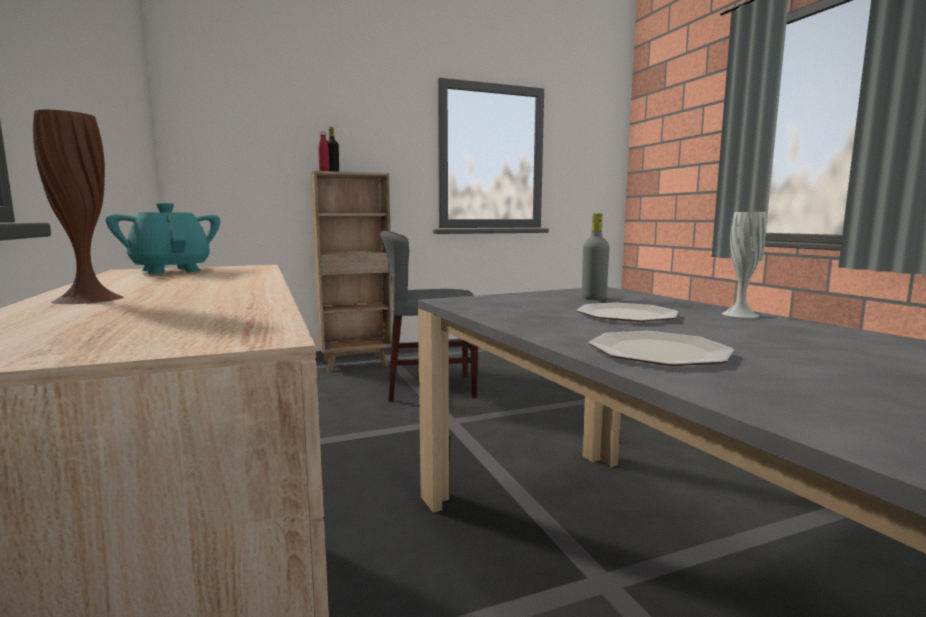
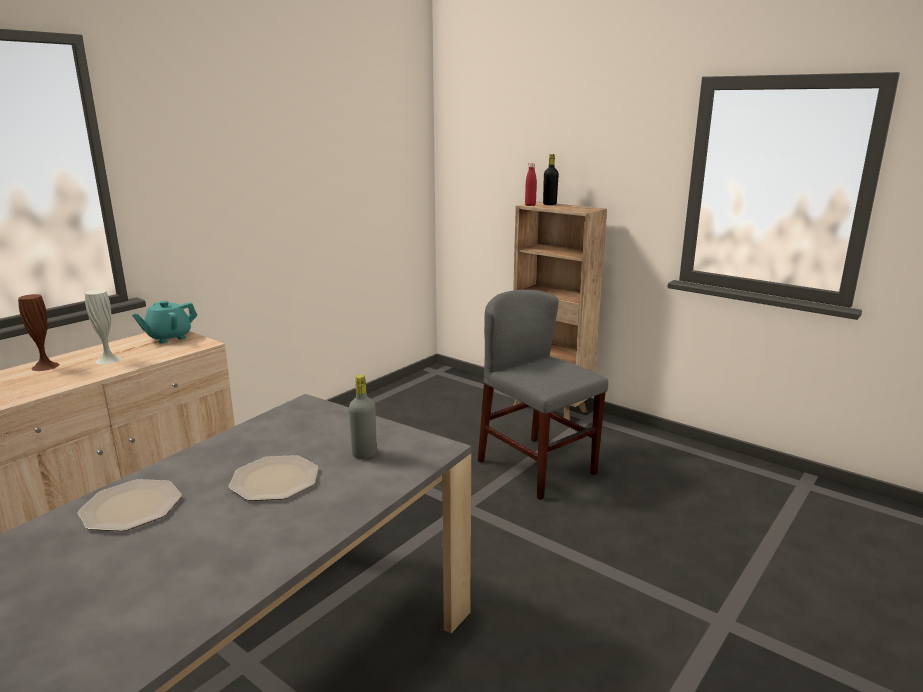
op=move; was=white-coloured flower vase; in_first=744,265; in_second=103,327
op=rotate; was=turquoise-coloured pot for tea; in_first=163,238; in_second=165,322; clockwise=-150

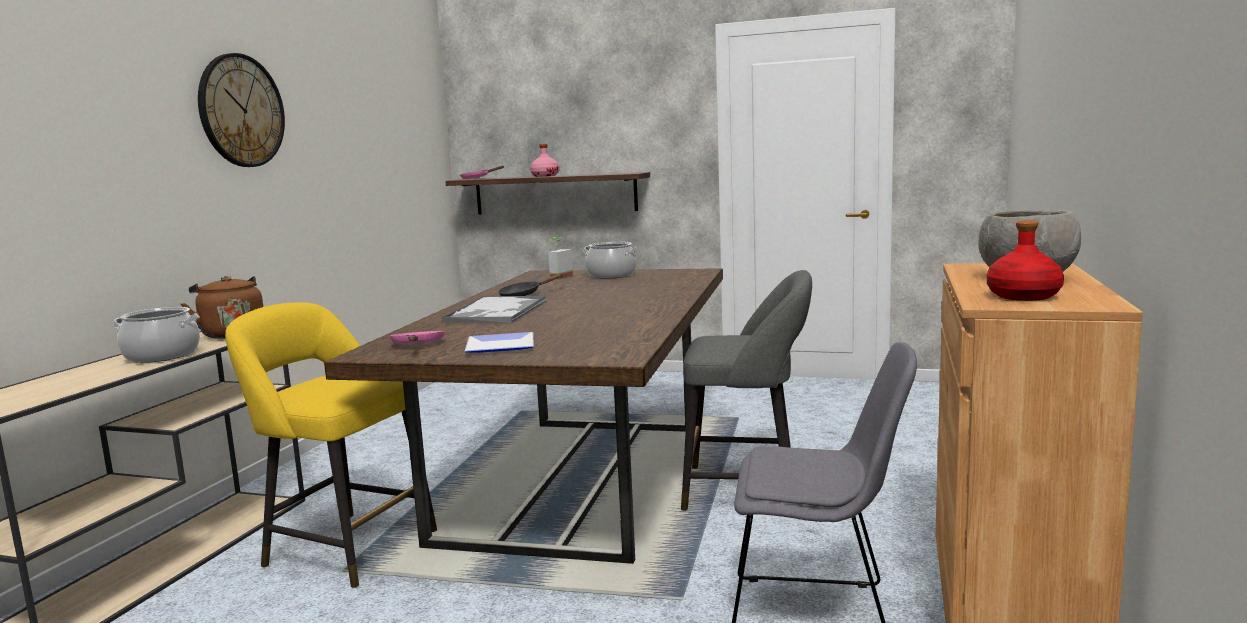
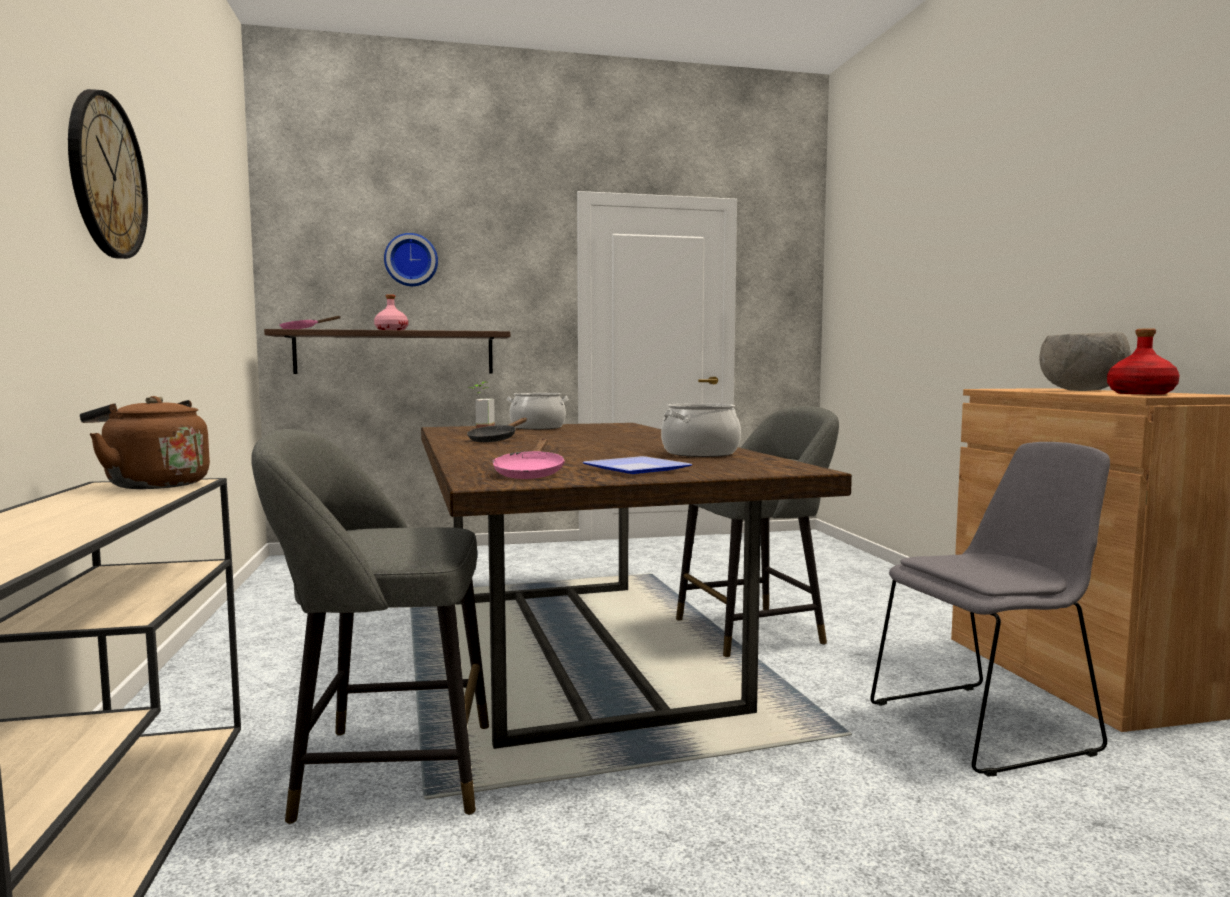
op=recolor; was=yellow-coloured sitting stool; now=grey sitting stool; in_first=331,445; in_second=370,626
op=insert; now=wall clock; in_second=411,259
op=rotate; was=pink frying pan; in_first=417,337; in_second=528,459; clockwise=-135
op=move; was=saucepot; in_first=156,335; in_second=701,430
op=delete; was=tray; in_first=494,309

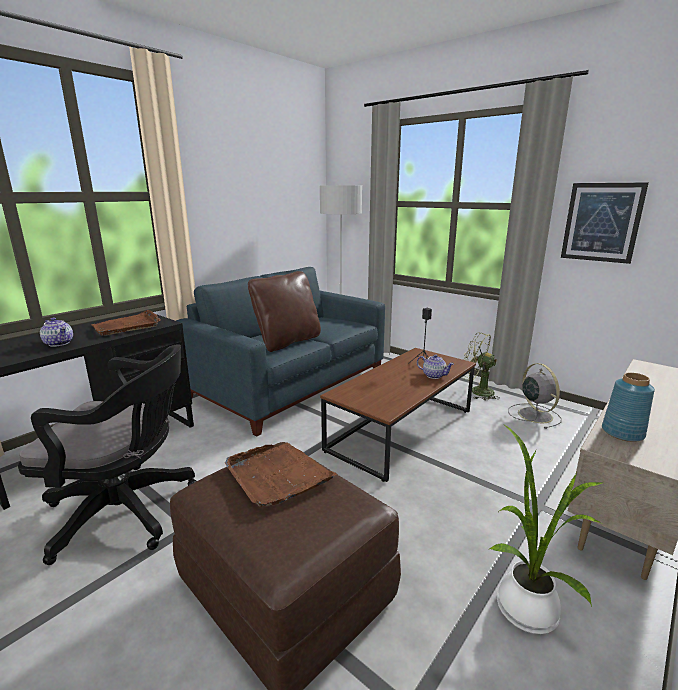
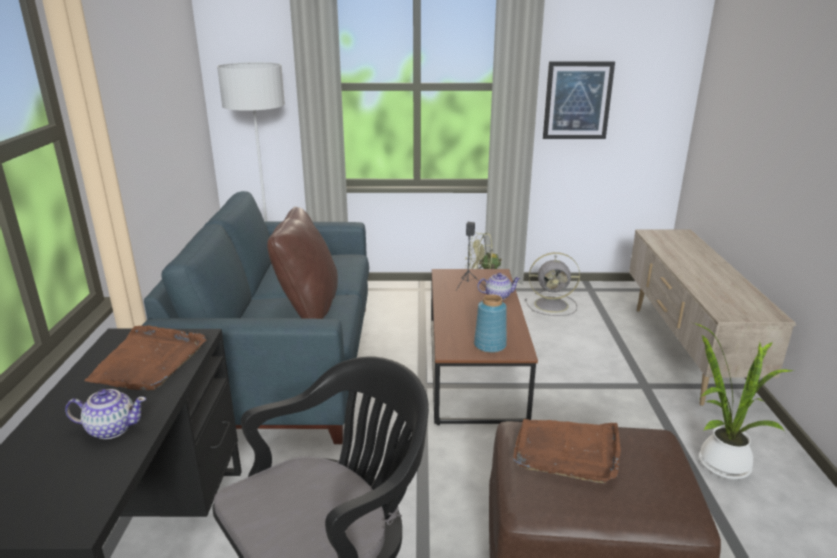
op=move; was=blue-coloured flower vase; in_first=628,407; in_second=490,323
op=rotate; was=grey cooling fan; in_first=535,396; in_second=552,284; clockwise=150

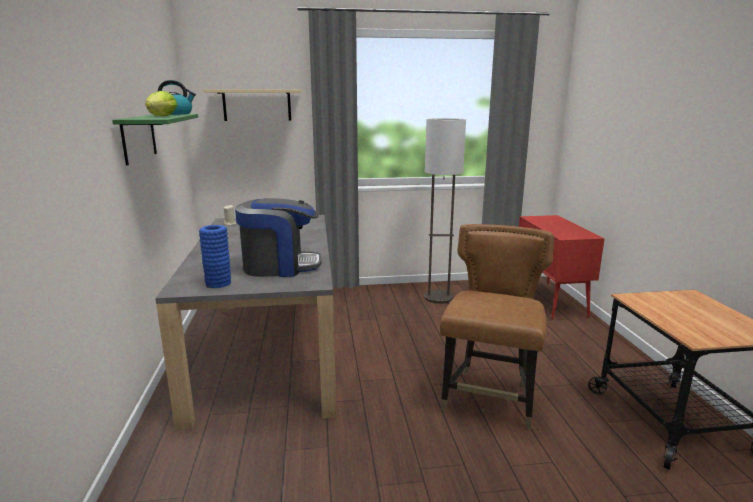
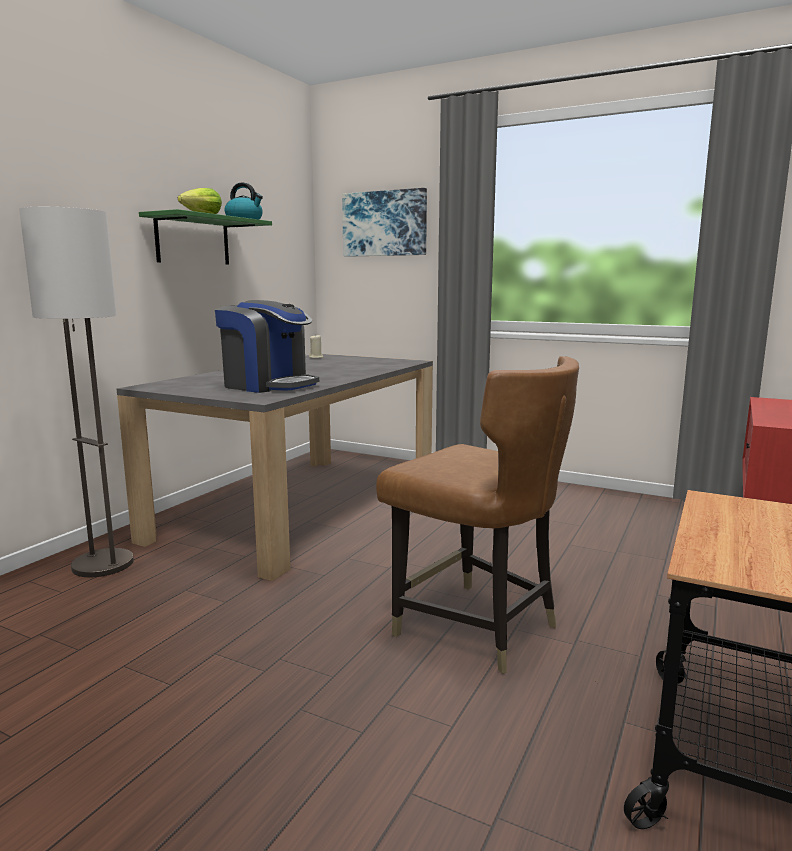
op=move; was=standing lamp; in_first=445,211; in_second=76,392
op=replace; was=beige-coloured shelf; now=wall art; in_first=252,105; in_second=384,222
op=rotate; was=brown plain chair; in_first=497,326; in_second=477,515; clockwise=75
op=delete; was=blue-coloured flower vase; in_first=215,256

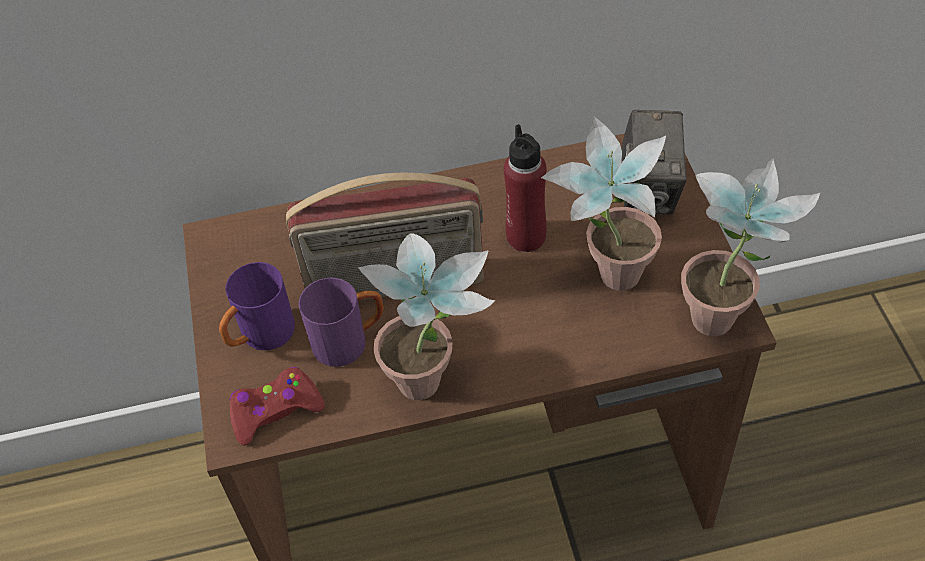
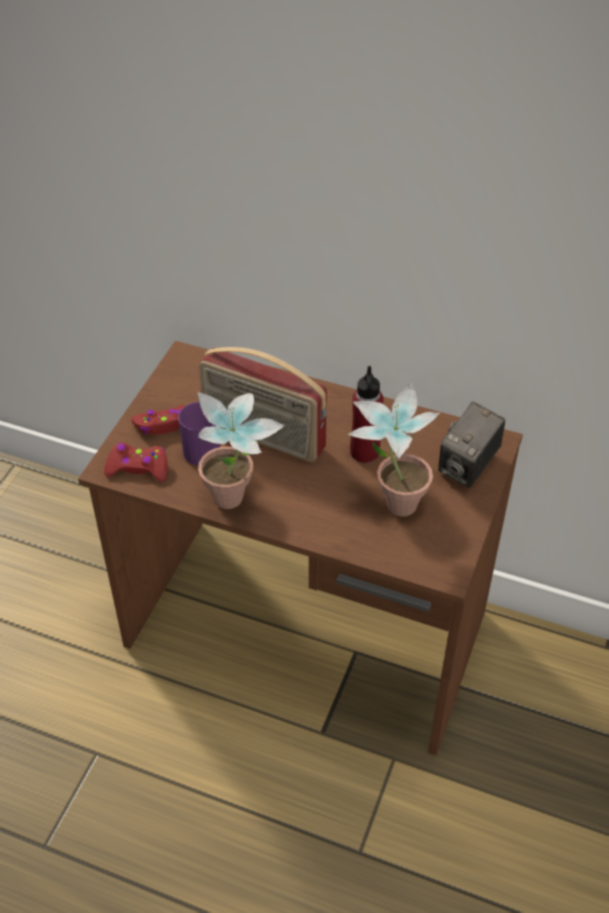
op=replace; was=purple-coloured tea mug; now=red-coloured joypad; in_first=257,306; in_second=158,420
op=delete; was=houseplant; in_first=750,247

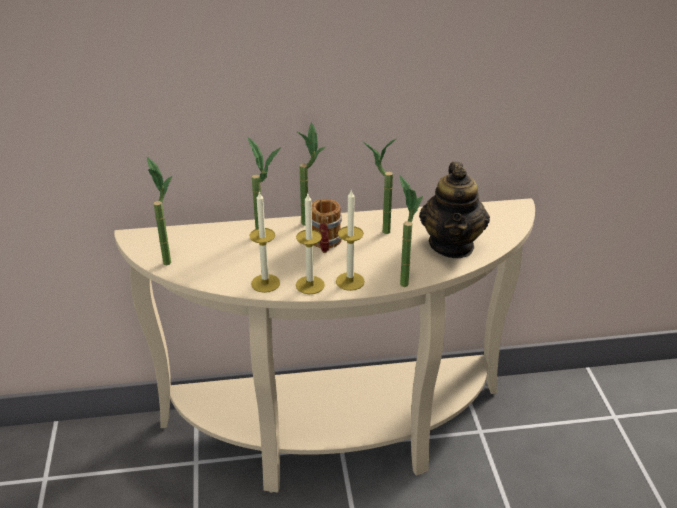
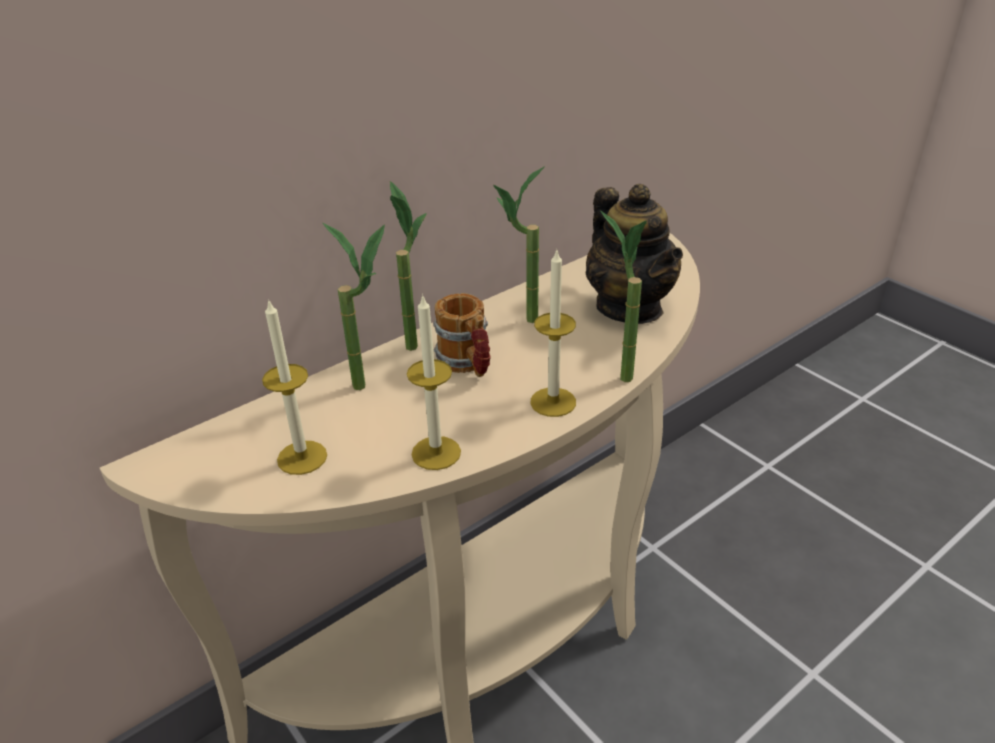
op=move; was=wax light; in_first=310,244; in_second=294,387
op=delete; was=houseplant; in_first=159,211

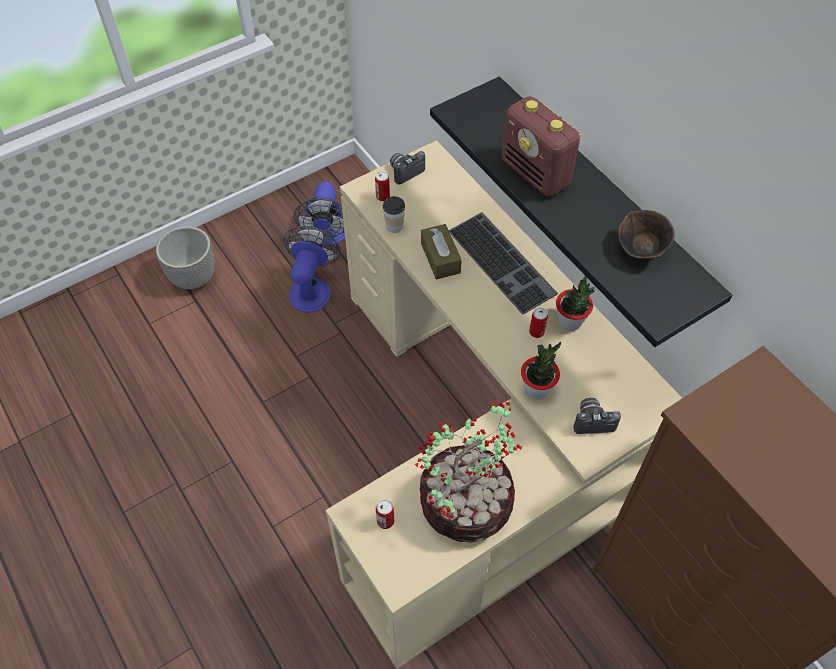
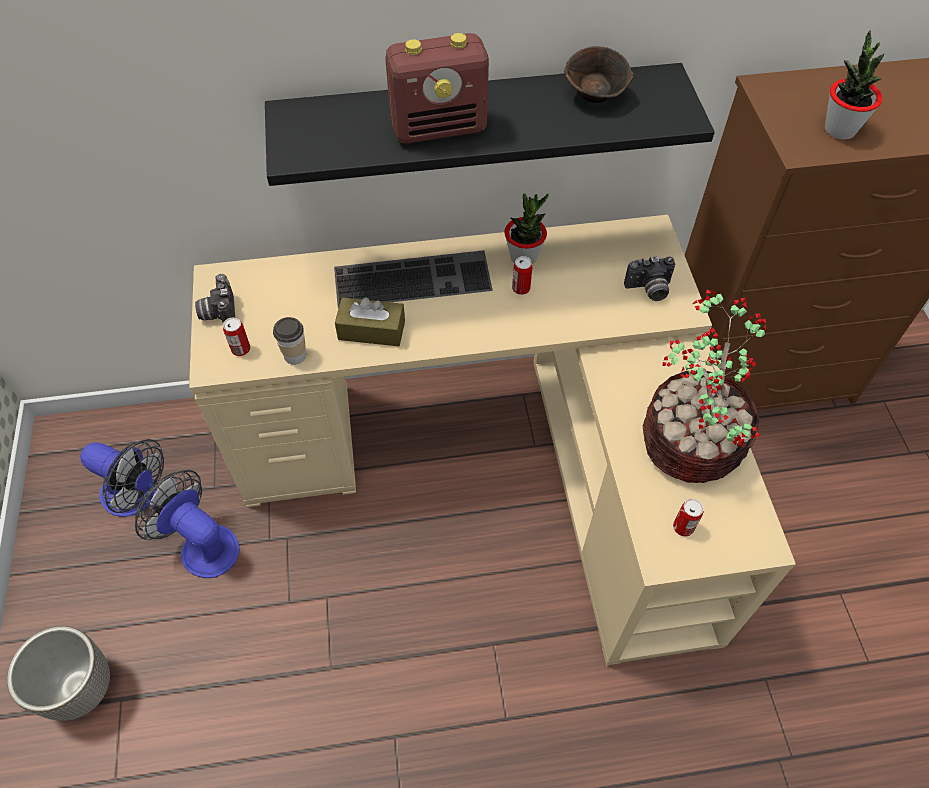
op=rotate; was=still camera; in_first=597,416; in_second=649,278; clockwise=-120
op=move; was=houseplant; in_first=541,371; in_second=854,85

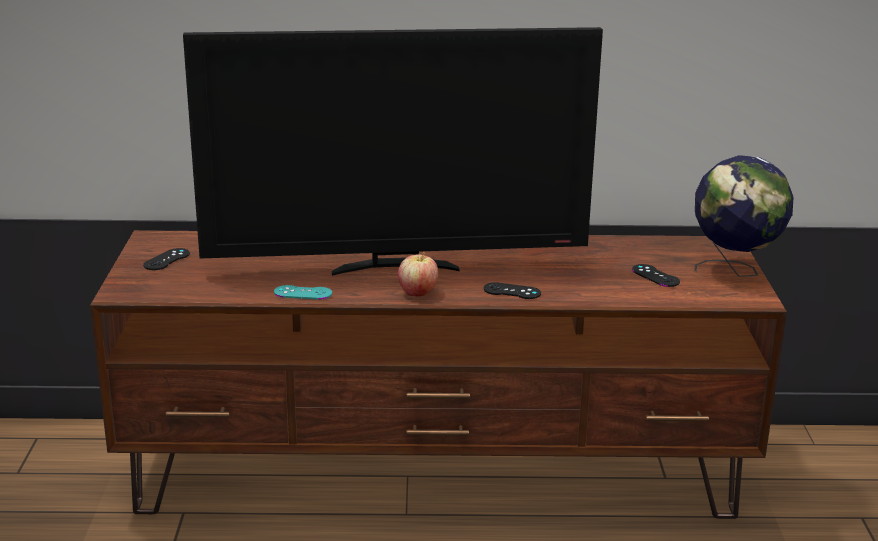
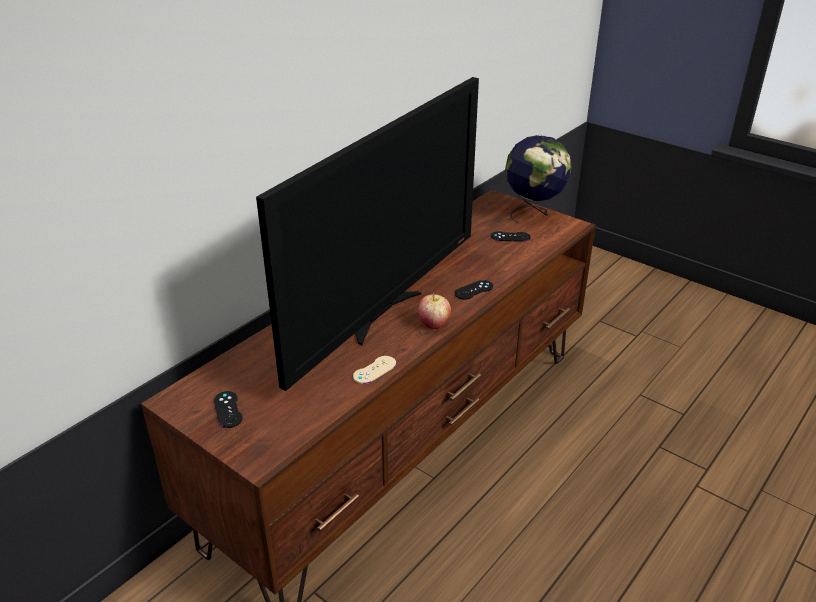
op=recolor; was=turquoise-coloured joypad; now=beige-coloured joypad; in_first=303,292; in_second=374,370

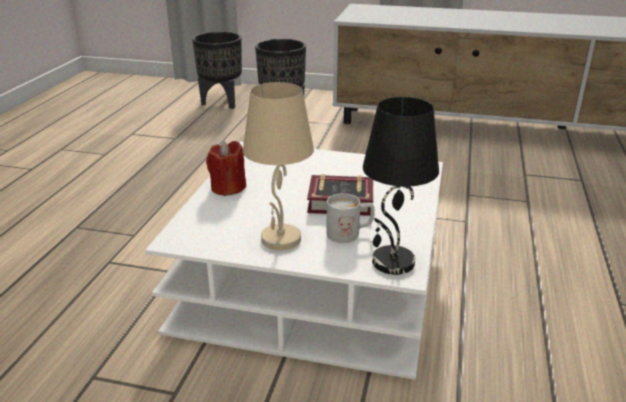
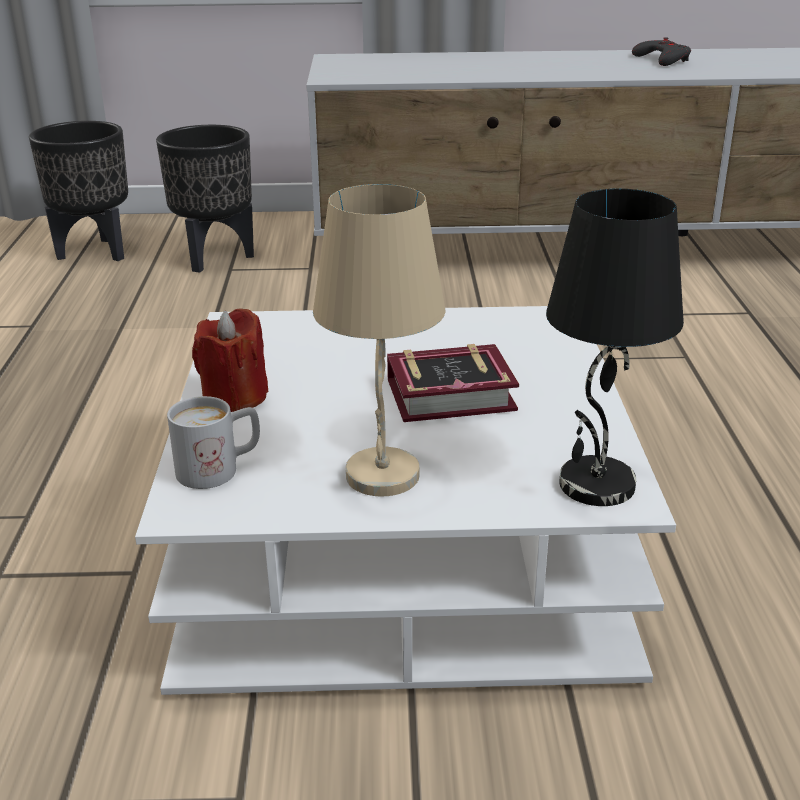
op=move; was=white-coloured tea mug; in_first=350,218; in_second=213,442
op=insert; now=grey joypad; in_second=661,51

